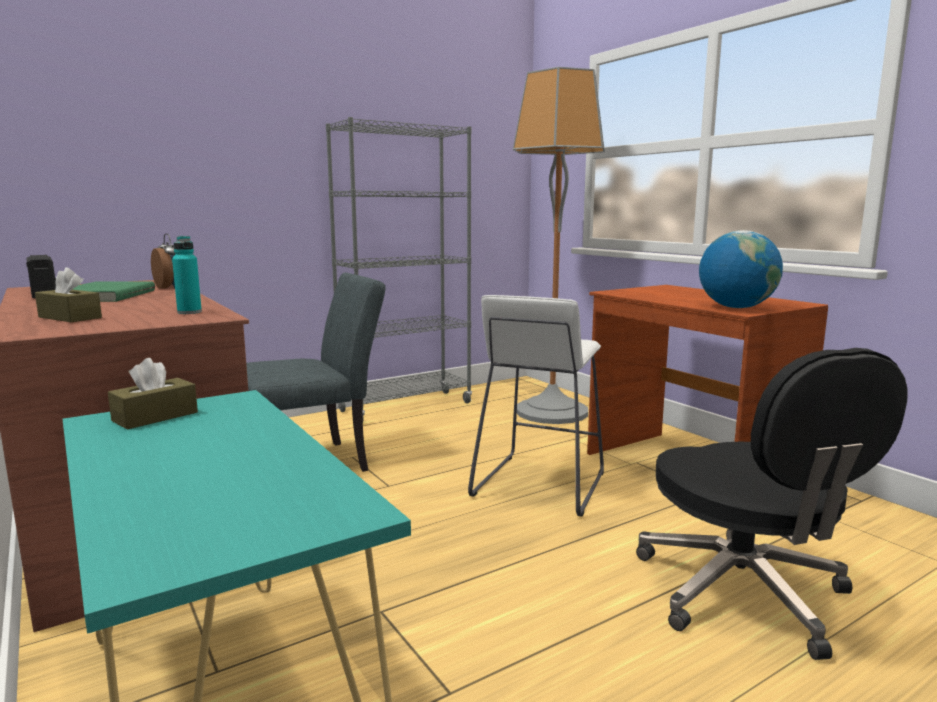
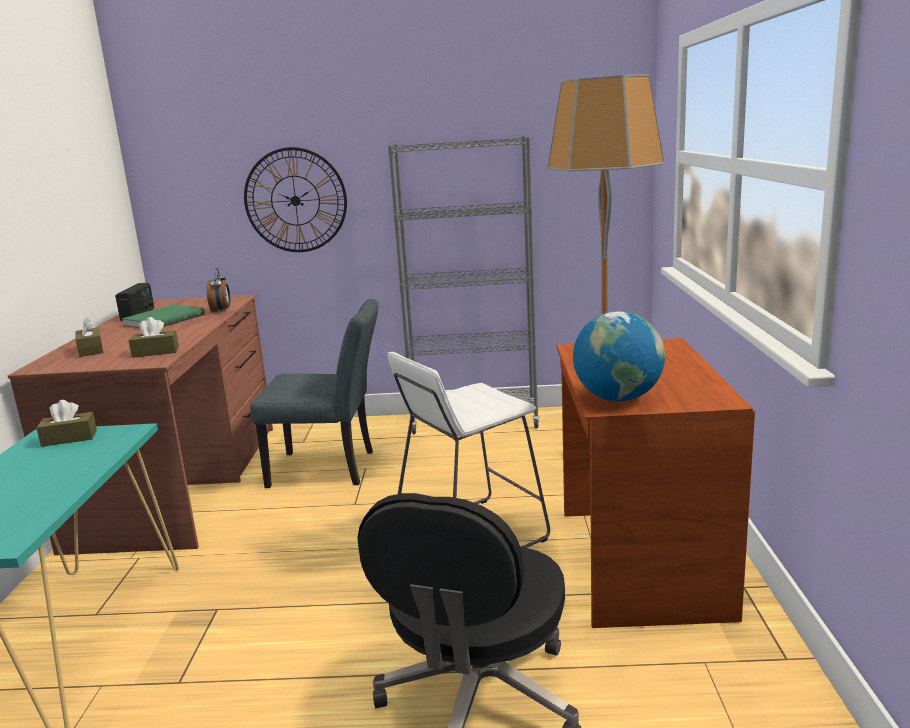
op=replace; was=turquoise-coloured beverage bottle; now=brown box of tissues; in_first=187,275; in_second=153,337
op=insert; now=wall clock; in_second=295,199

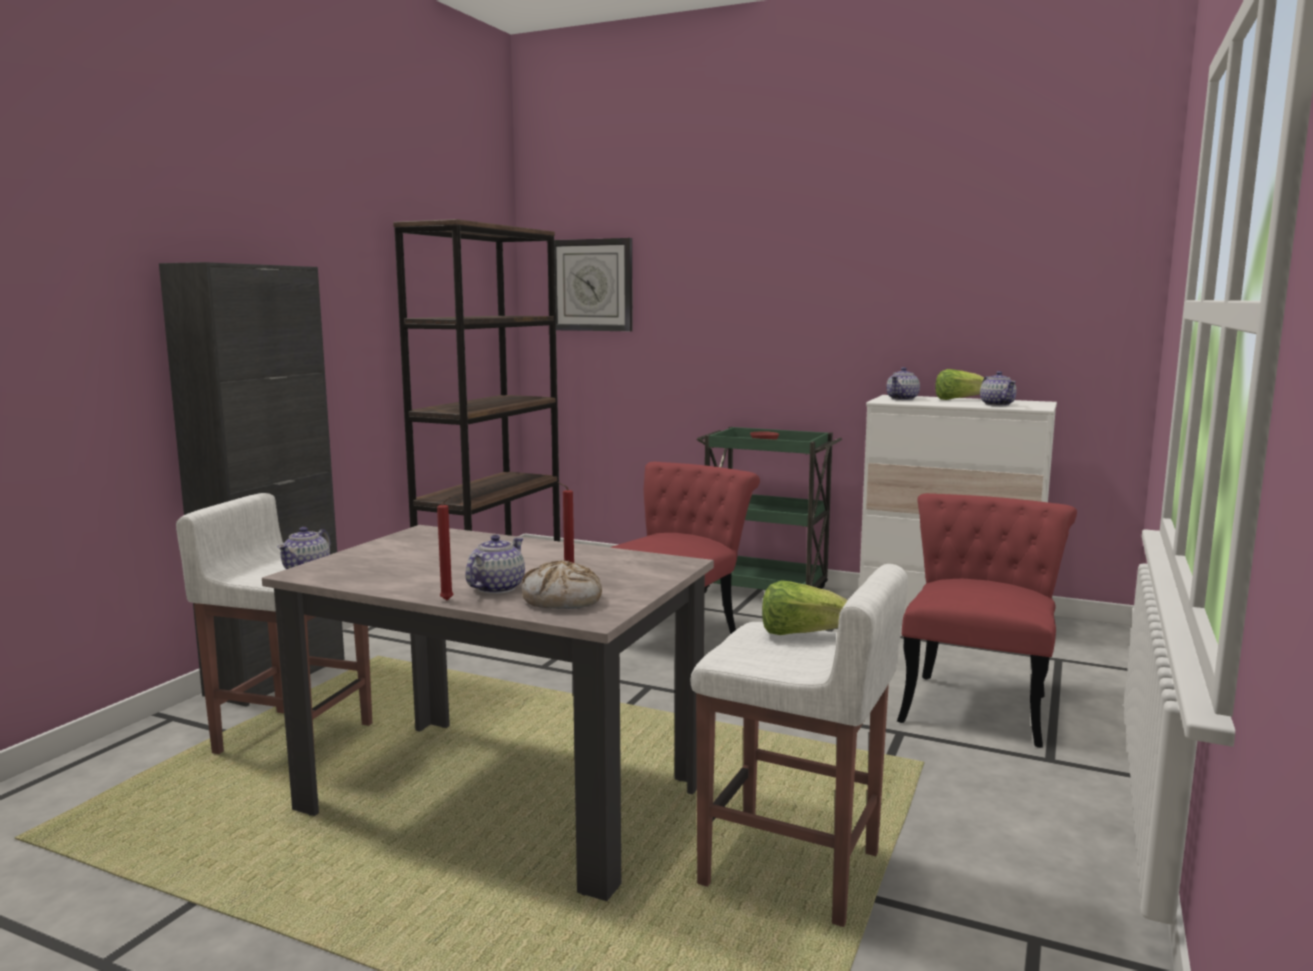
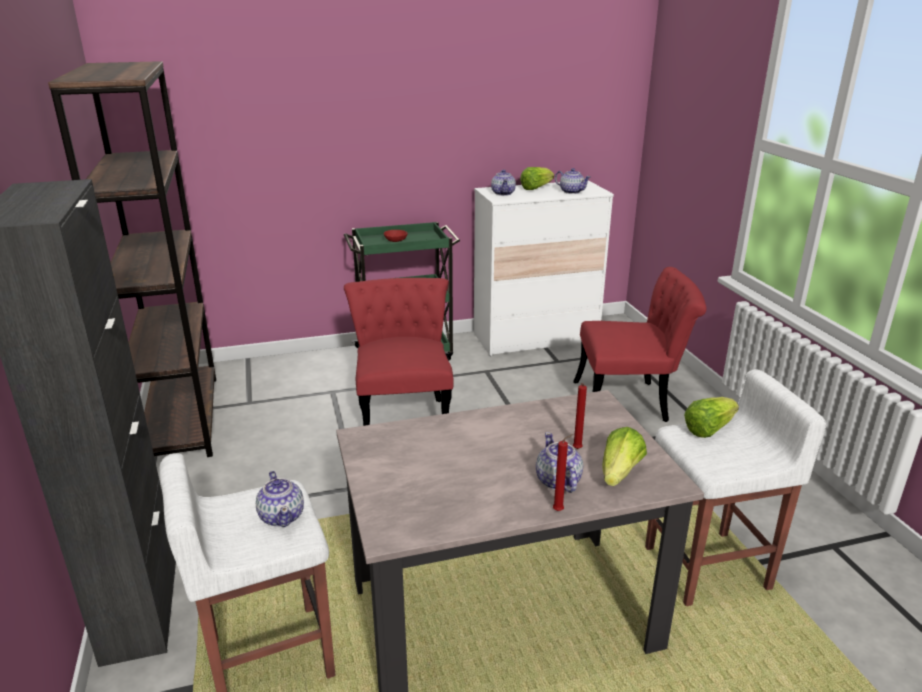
op=rotate; was=red-coloured plain chair; in_first=987,620; in_second=639,344; clockwise=105
op=replace; was=bread; now=head of lettuce; in_first=562,585; in_second=625,456
op=delete; was=wall clock; in_first=593,284

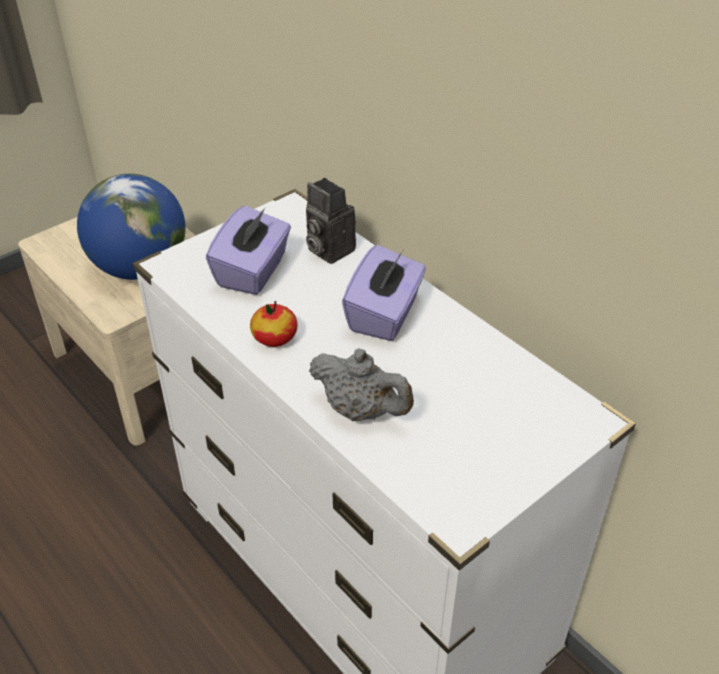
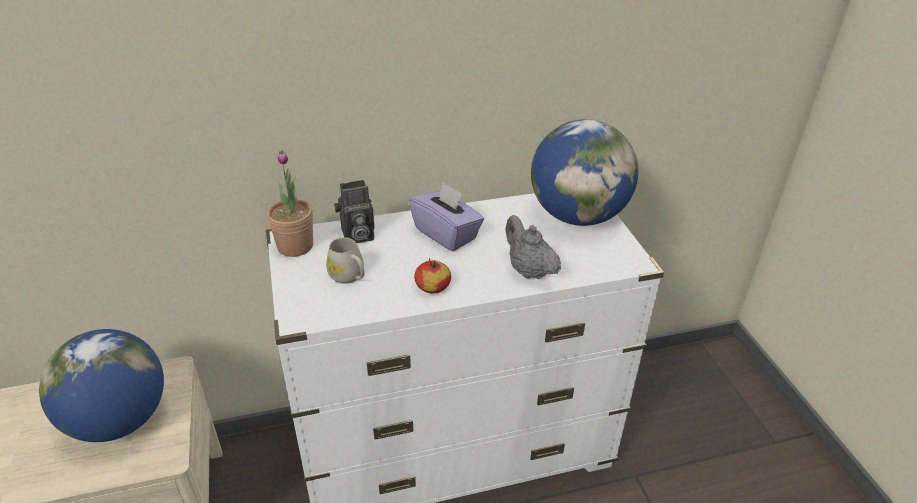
op=insert; now=houseplant; in_second=290,203
op=replace; was=purple-coloured box of tissues; now=white-coloured tea mug; in_first=248,250; in_second=345,260
op=rotate; was=grey pot for tea; in_first=361,384; in_second=533,247; clockwise=-90
op=insert; now=globe; in_second=584,172

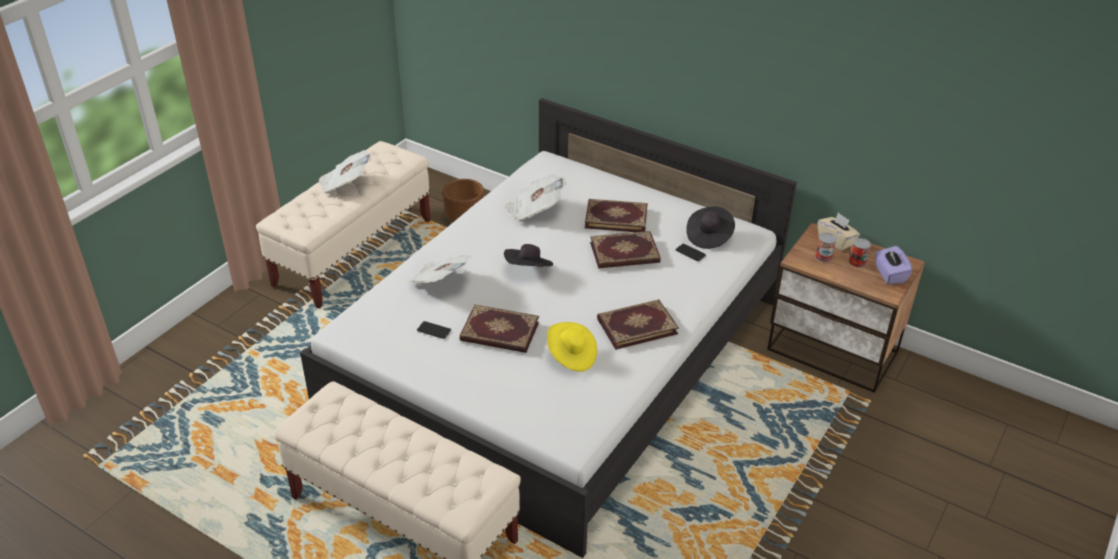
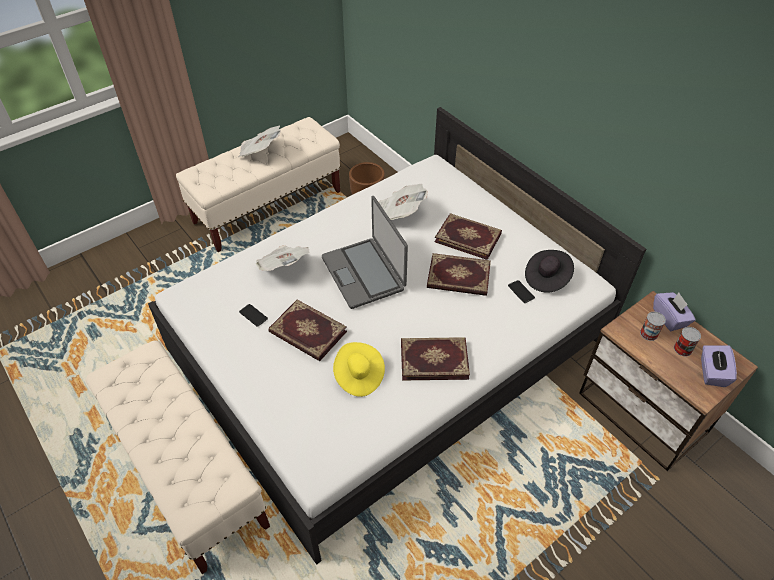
op=replace; was=blackish hat; now=laptop; in_first=528,255; in_second=365,252
op=recolor; was=beige-coloured box of tissues; now=purple-coloured box of tissues; in_first=839,232; in_second=674,311

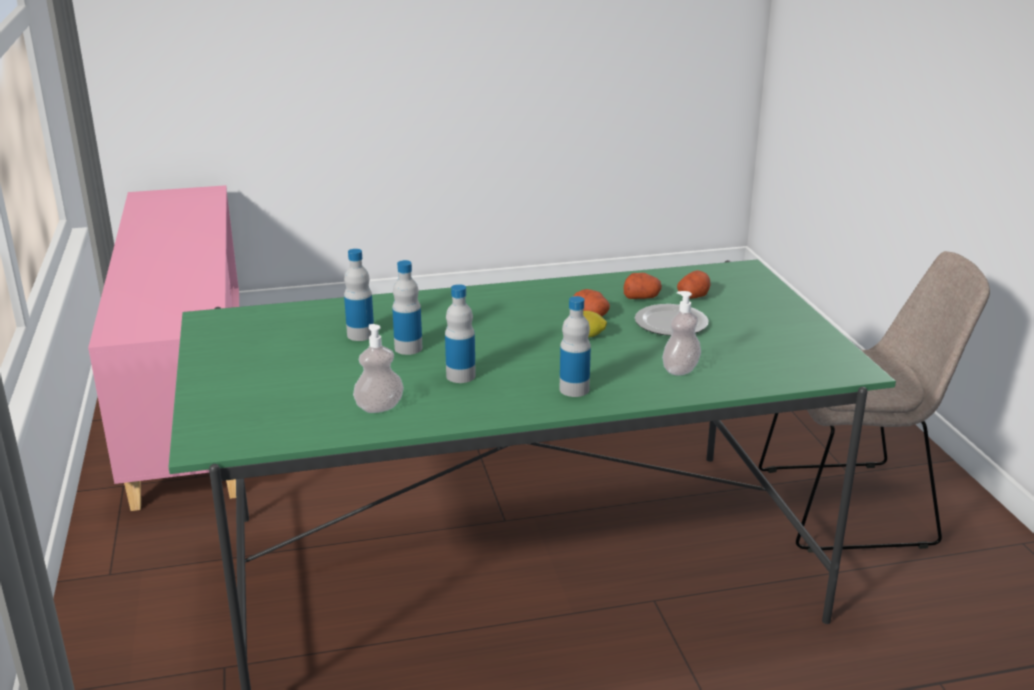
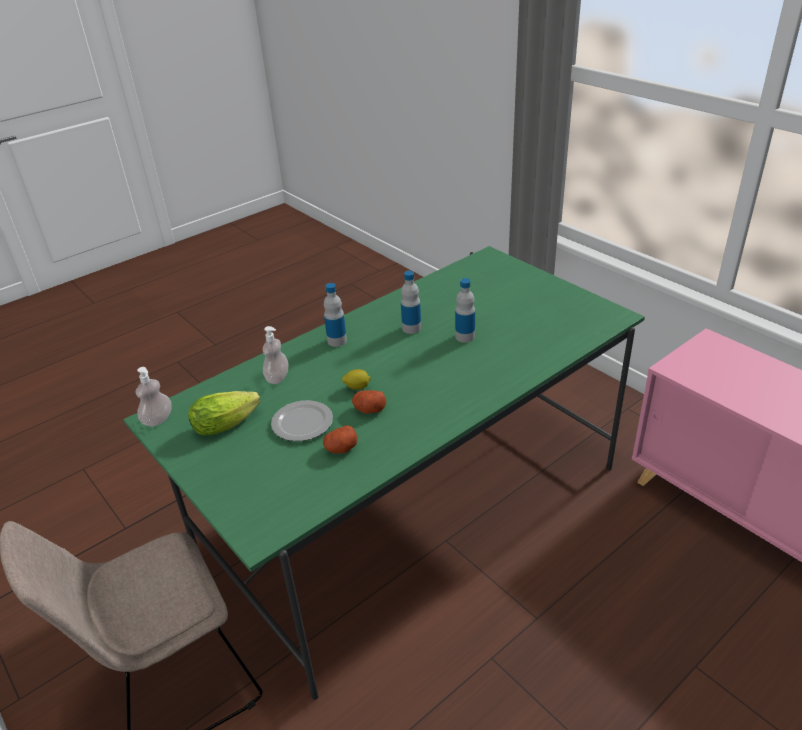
op=move; was=soap bottle; in_first=378,368; in_second=154,397
op=insert; now=head of lettuce; in_second=224,413
op=delete; was=beverage bottle; in_first=359,295
op=delete; was=spud; in_first=694,284

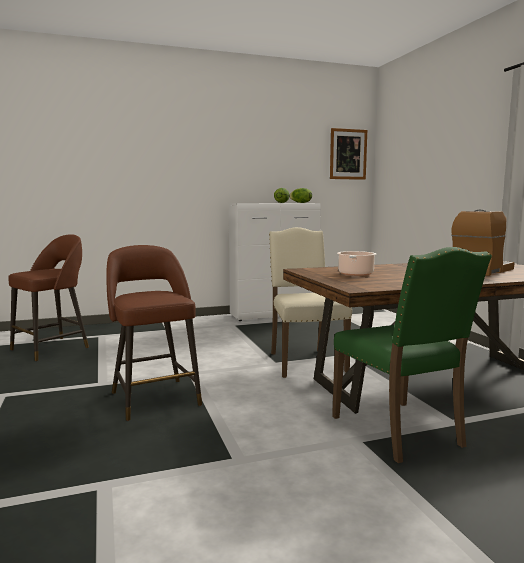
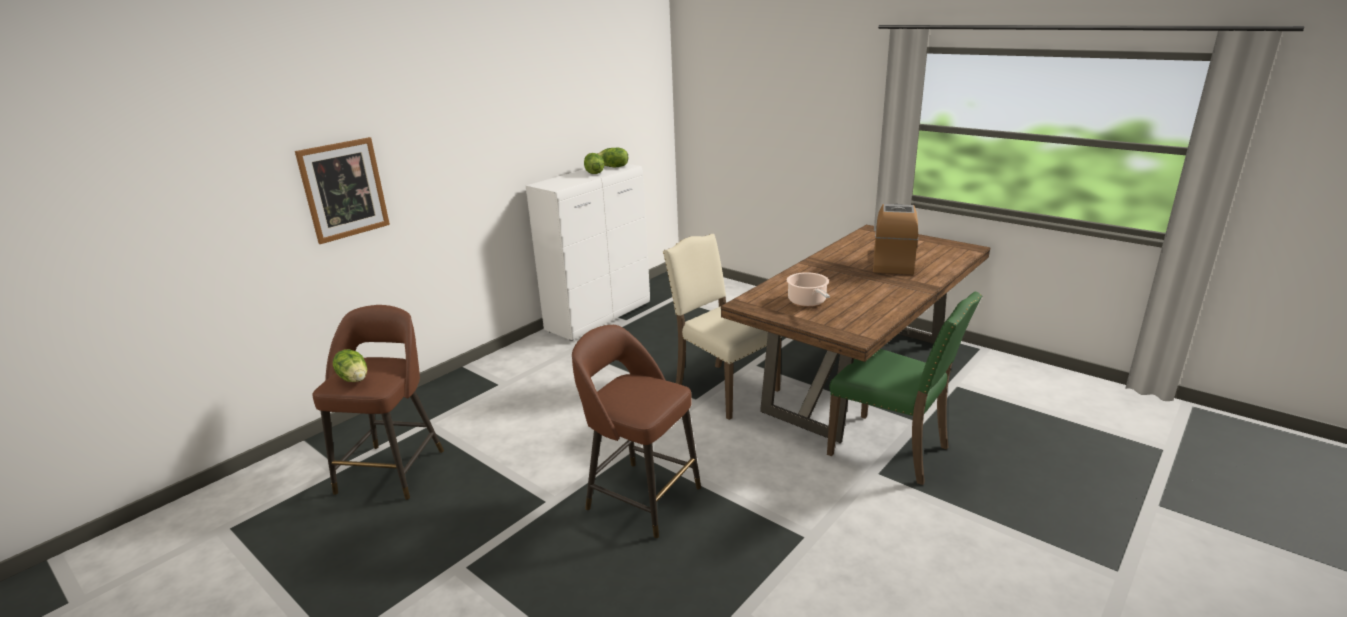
op=move; was=wall art; in_first=348,154; in_second=342,190
op=insert; now=head of lettuce; in_second=350,365

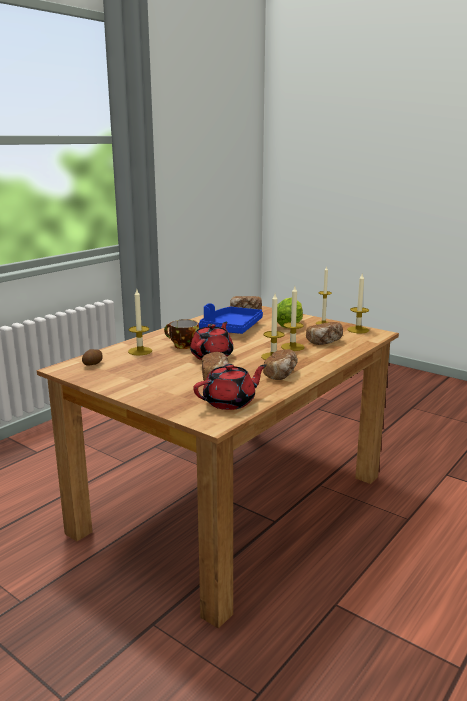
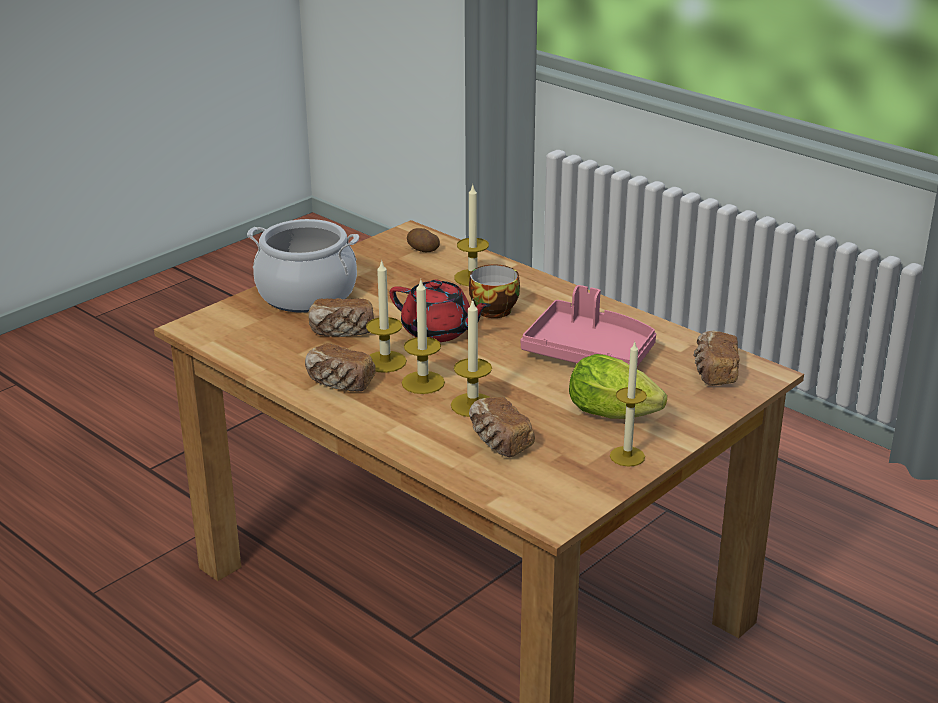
op=insert; now=saucepot; in_second=303,266
op=move; was=wax light; in_first=358,303; in_second=386,316
op=recolor; was=blue-coloured tray; now=pink tray; in_first=231,318; in_second=588,325
op=delete; was=red-coloured pot for tea; in_first=230,387

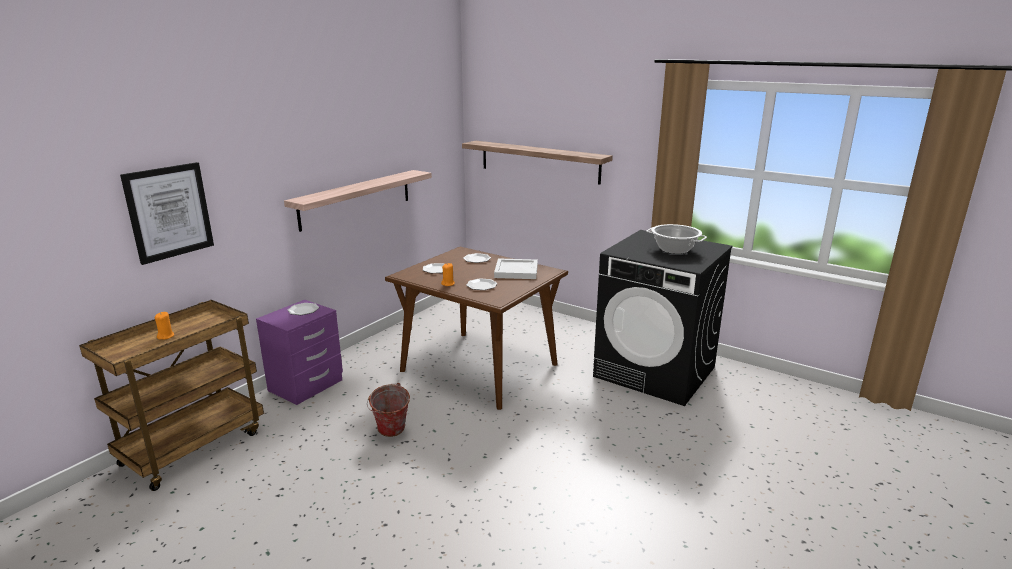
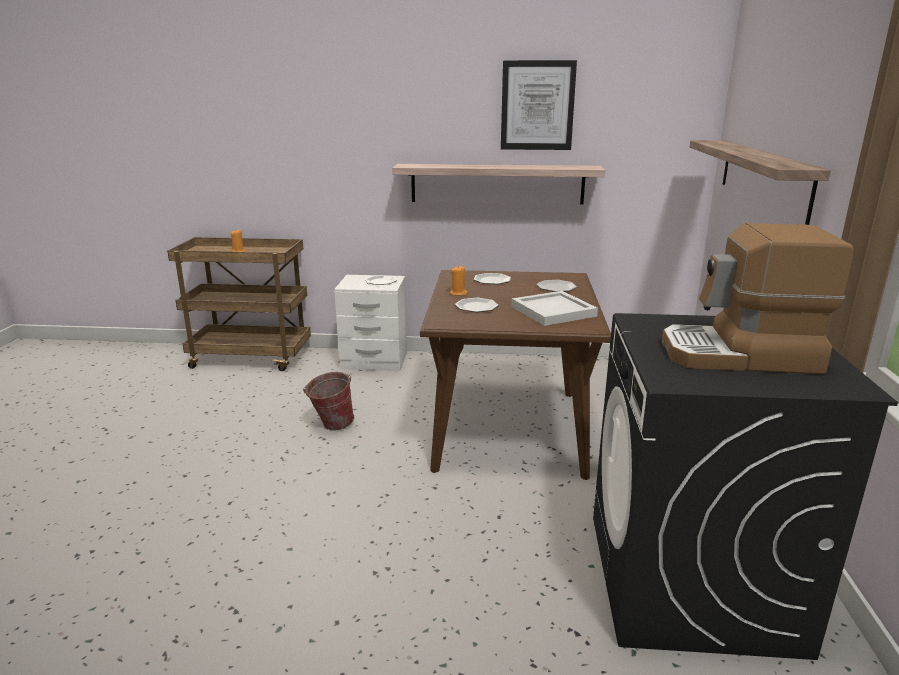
op=recolor; was=purple-coloured nightstand; now=white-coloured nightstand; in_first=299,352; in_second=370,323
op=move; was=wall art; in_first=167,213; in_second=539,105
op=replace; was=saucepot; now=coffee brewer; in_first=676,239; in_second=757,298

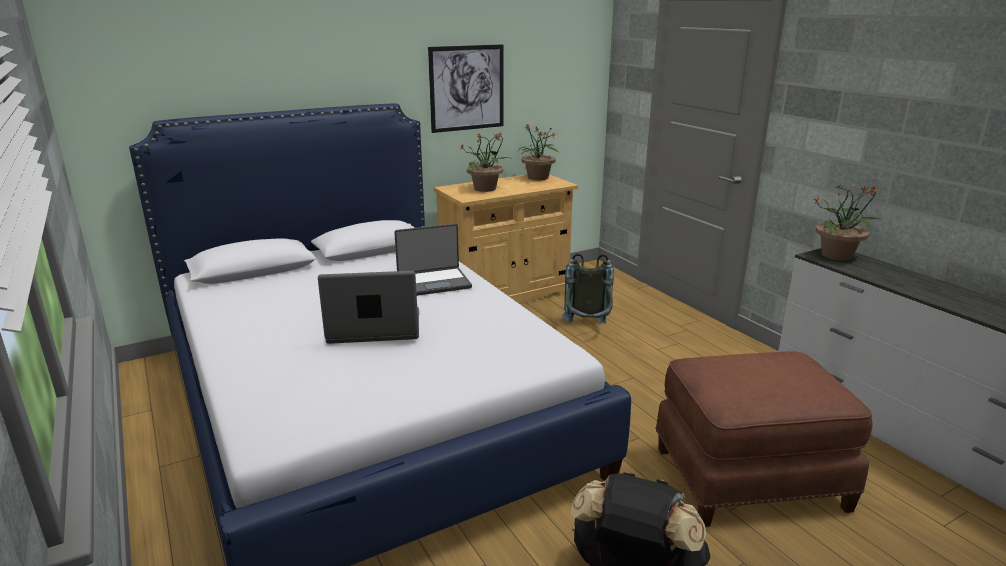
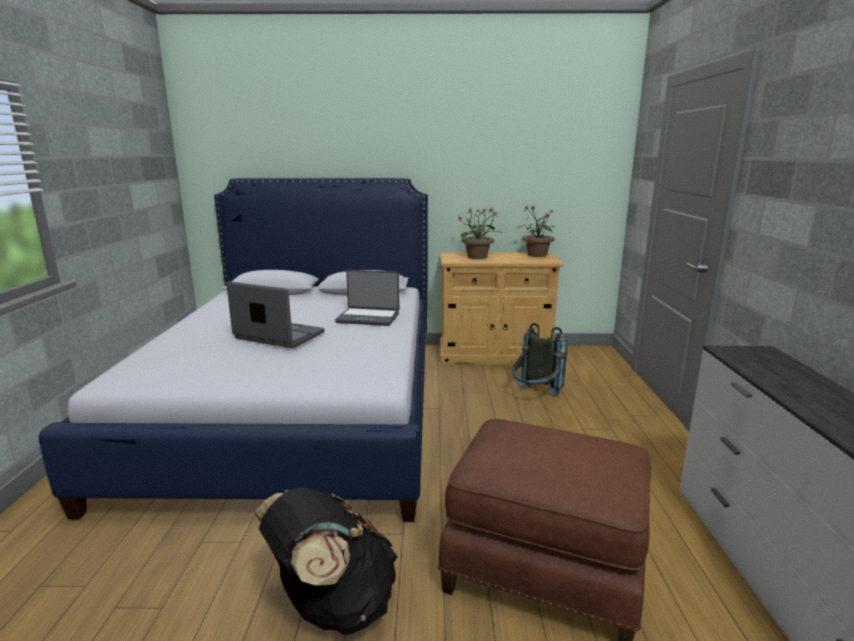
op=delete; was=wall art; in_first=465,88
op=delete; was=houseplant; in_first=847,222

